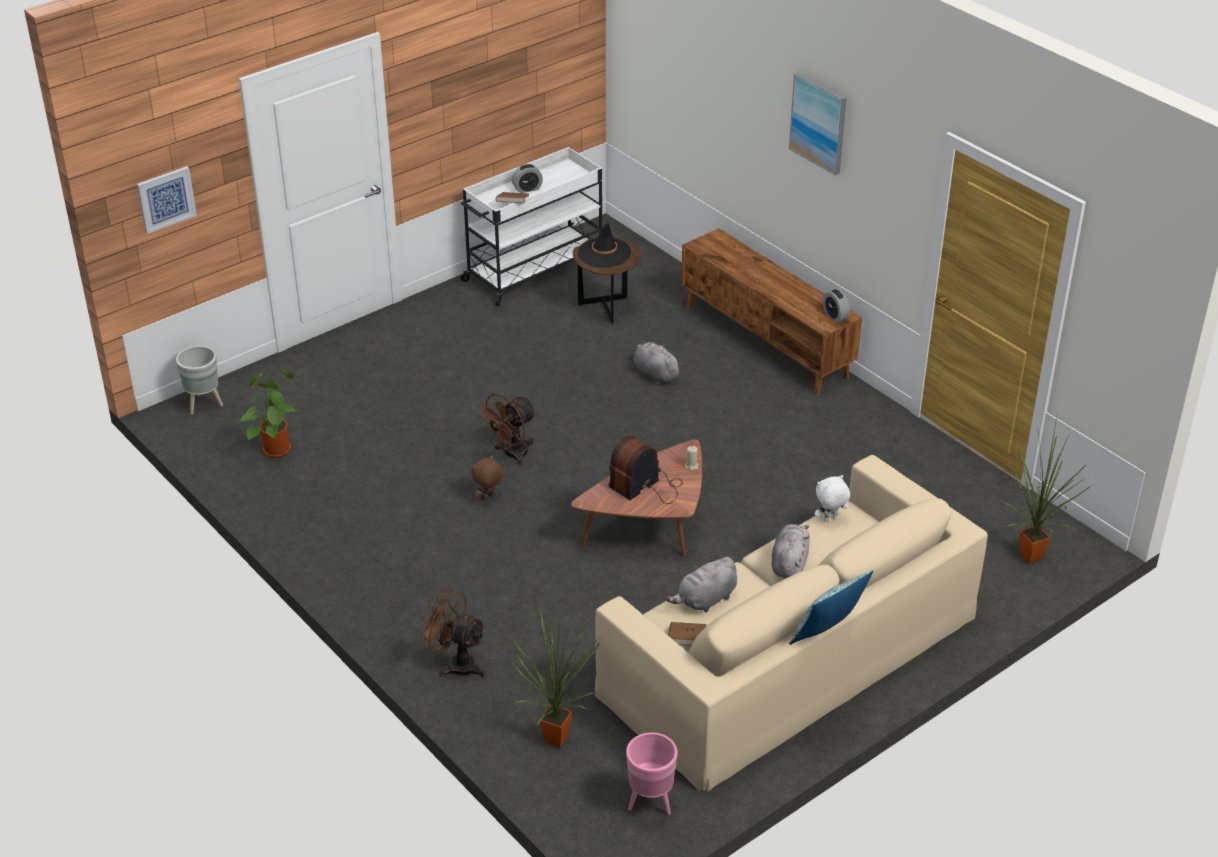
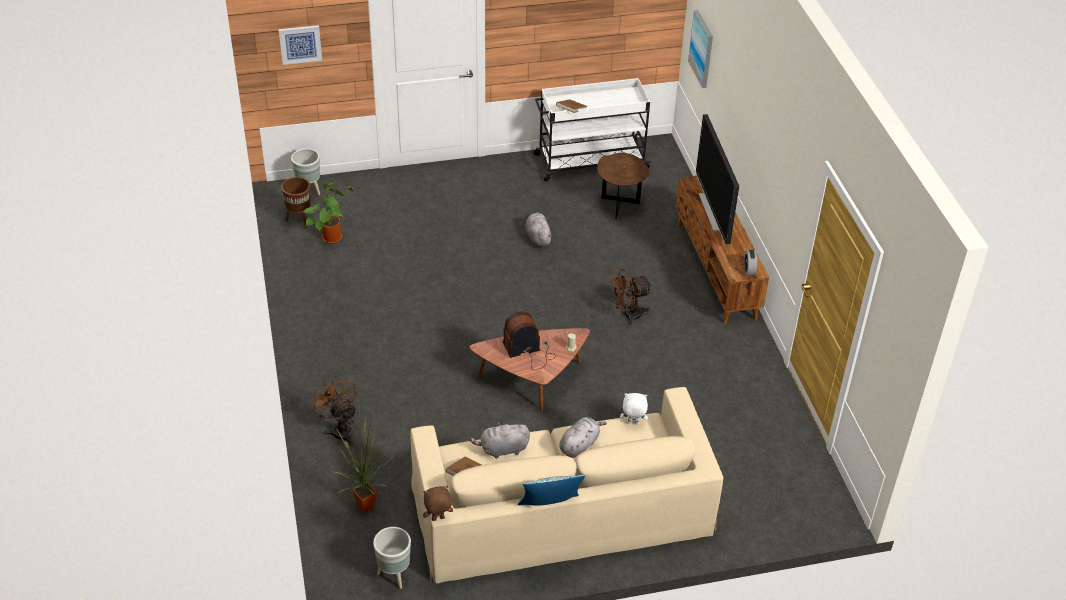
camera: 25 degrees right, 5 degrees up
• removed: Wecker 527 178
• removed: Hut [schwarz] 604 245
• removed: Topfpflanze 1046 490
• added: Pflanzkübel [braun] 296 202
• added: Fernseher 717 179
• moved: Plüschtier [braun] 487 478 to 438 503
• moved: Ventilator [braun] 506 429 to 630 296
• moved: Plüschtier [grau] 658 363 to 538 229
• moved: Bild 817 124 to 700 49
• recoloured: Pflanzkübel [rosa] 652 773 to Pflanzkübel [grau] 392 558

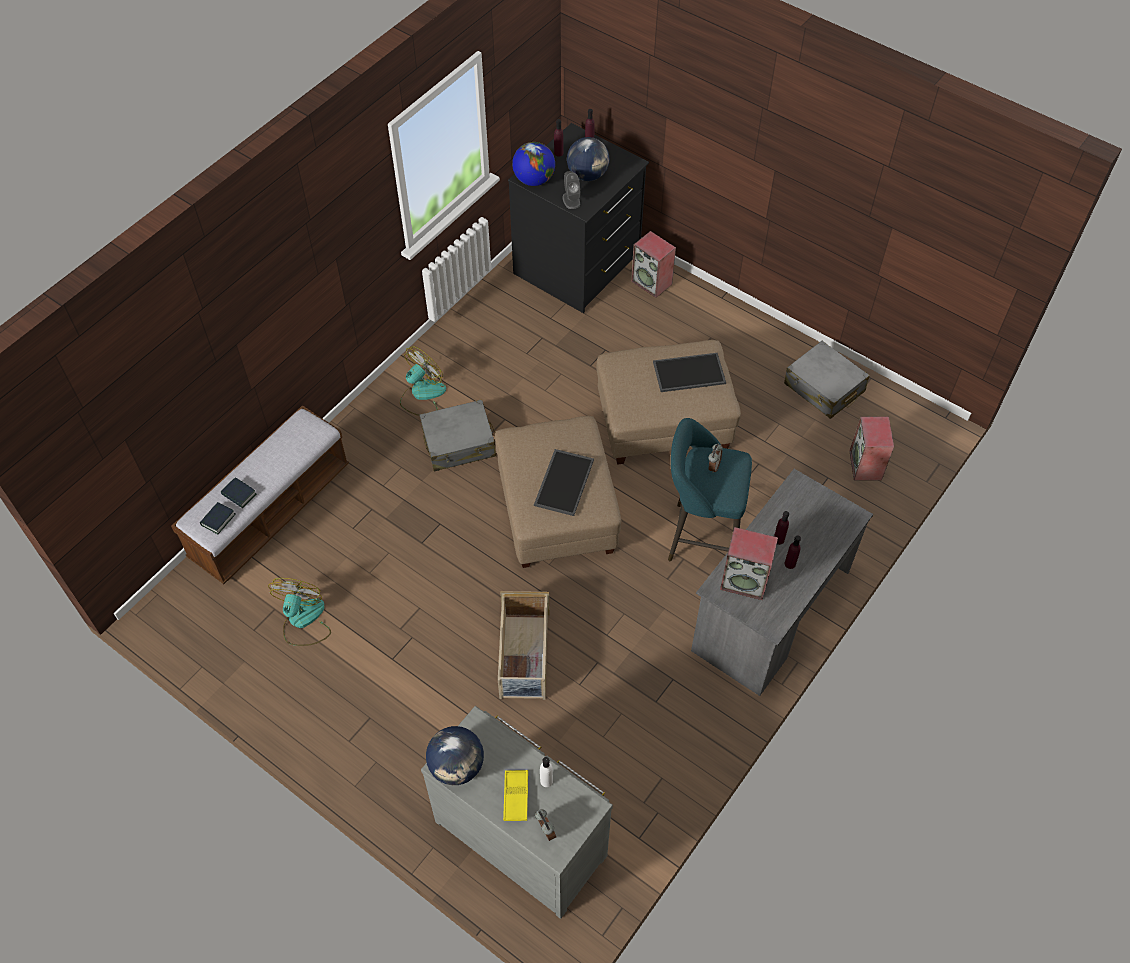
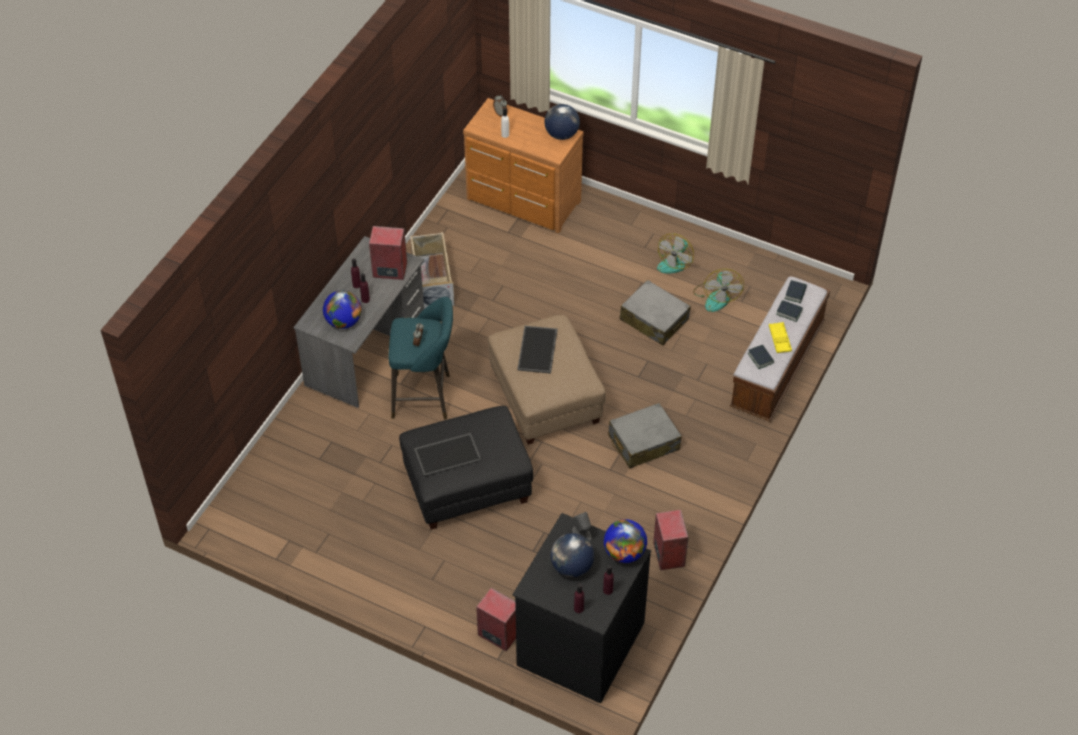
camera: 170 degrees right, 5 degrees down
• added: Globus 342 309
• added: Buch 761 357
• moved: Ventilator 423 381 to 675 253
• moved: Aufbewahrungsbox [beige] 524 645 to 432 270
• moved: Tablett [gelb] 515 795 to 780 337
• moved: Koffer [grau] 827 380 to 655 313
• moved: Lautsprecher 871 448 to 671 540
• recoloured: Kommode [grau] 517 812 to Kommode [braun] 523 165
• recoloured: Polsterhocker [beige] 668 402 to Polsterhocker [schwarz] 466 468

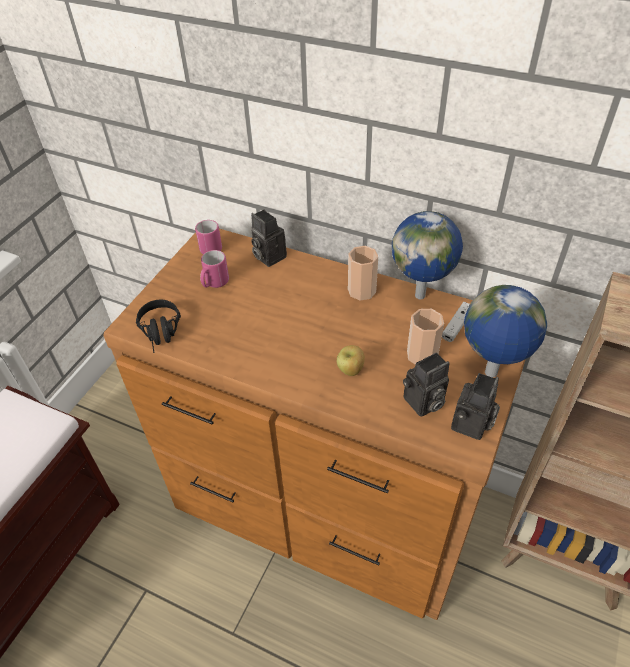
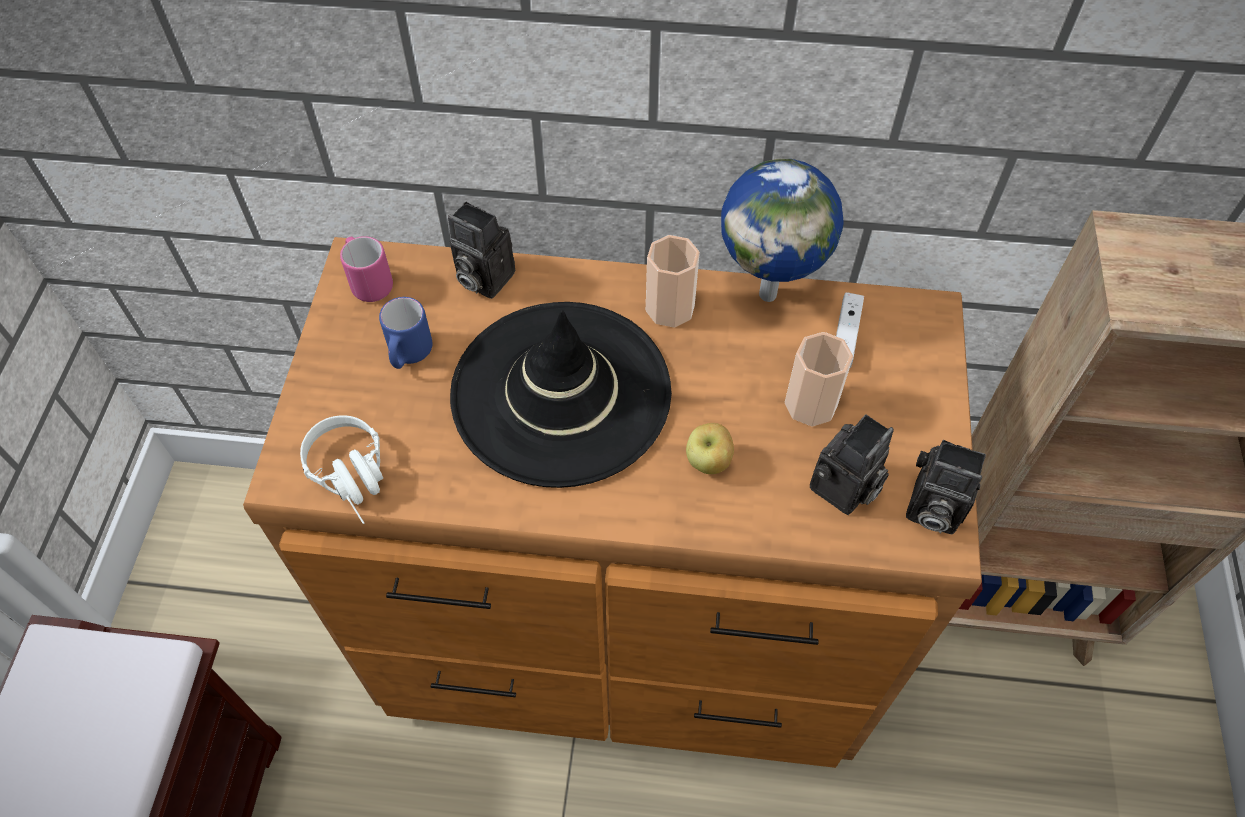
camera: 20 degrees left, 10 degrees up
• removed: Globus 505 331
• added: Hut [schwarz] 561 395
• recoloured: Kopfhörer [schwarz] 158 326 to Kopfhörer [weiß] 341 469
• recoloured: Henkelbecher [rosa] 214 269 to Henkelbecher [blau] 405 333
• turned: Kamera 475 406 = 946 487 105 degrees clockwise

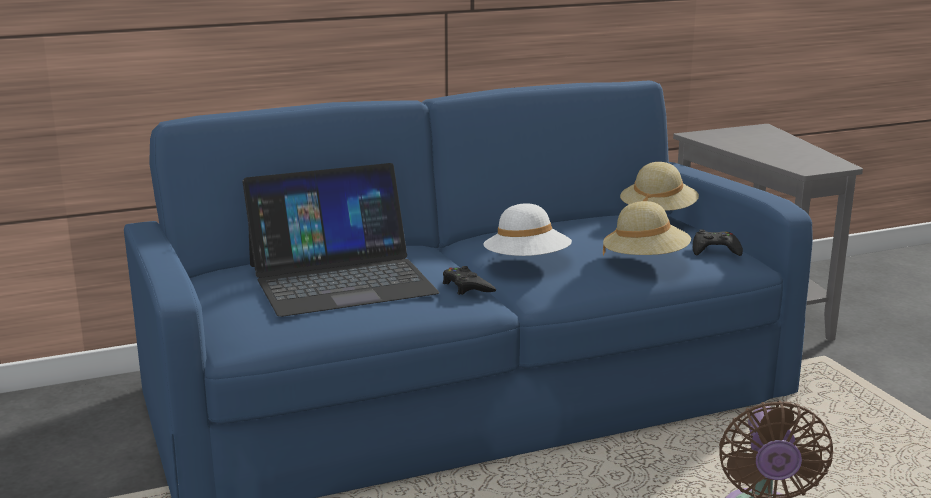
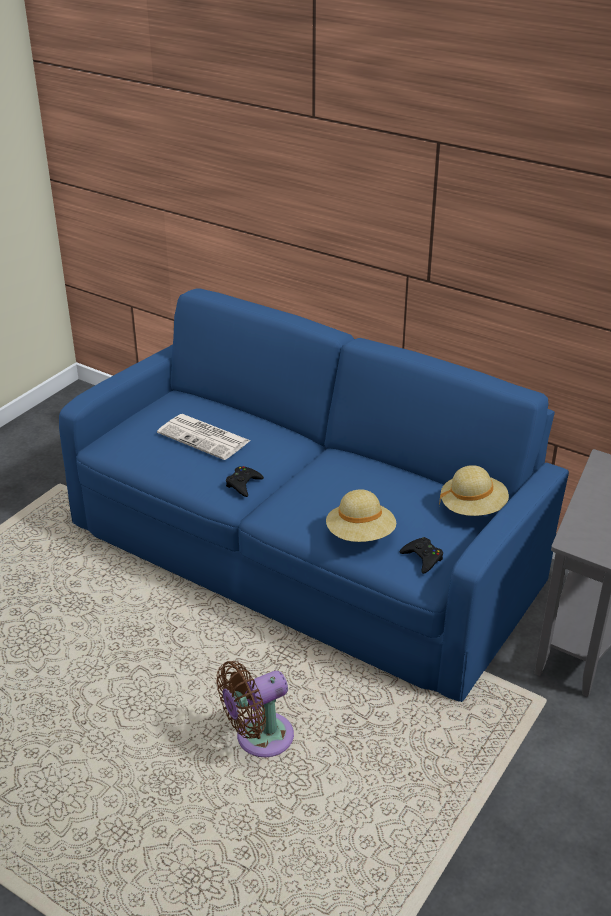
camera: 55 degrees right, 15 degrees up
• removed: Hut [weiß] 527 229
• replaced: Laptop 340 240 to Zeitung 203 437

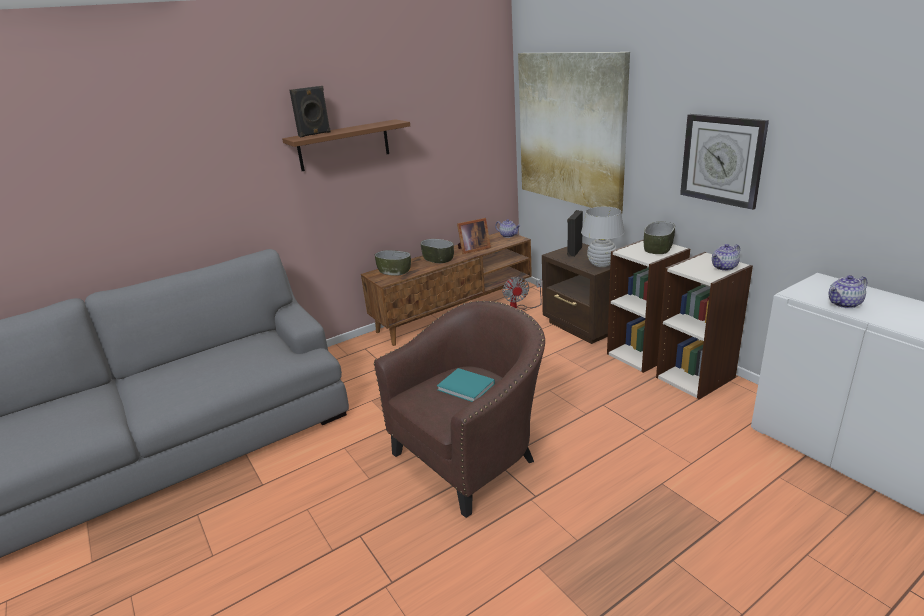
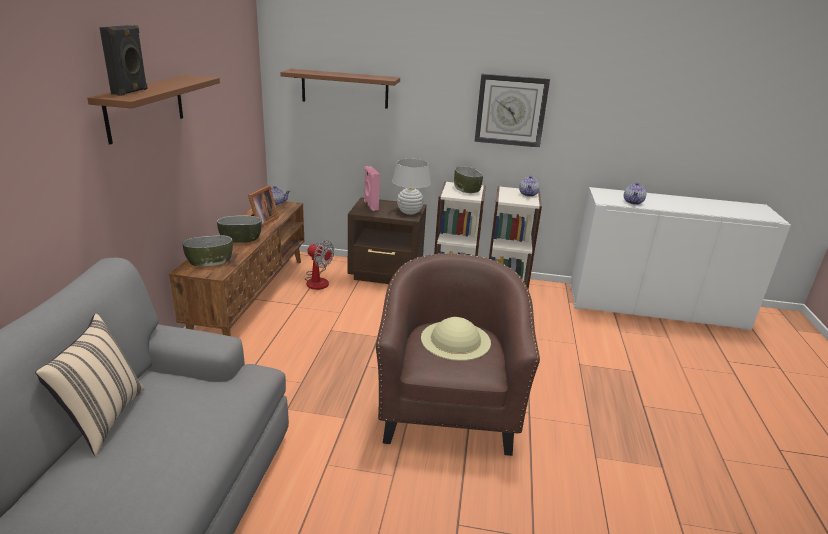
camera: 50 degrees left, 0 degrees up
• added: Kissen [beige] 90 385
• replaced: Buch [türkis] 466 385 to Hut [beige] 456 339
• replaced: Bild 574 133 to Wandregal [braun] 340 89
• recoloured: Lautsprecher [schwarz] 575 233 to Lautsprecher [rosa] 372 188

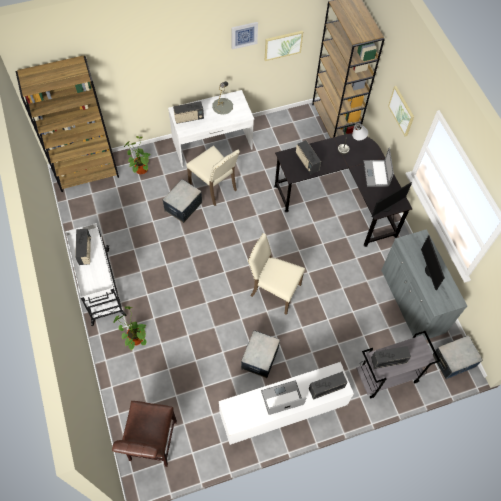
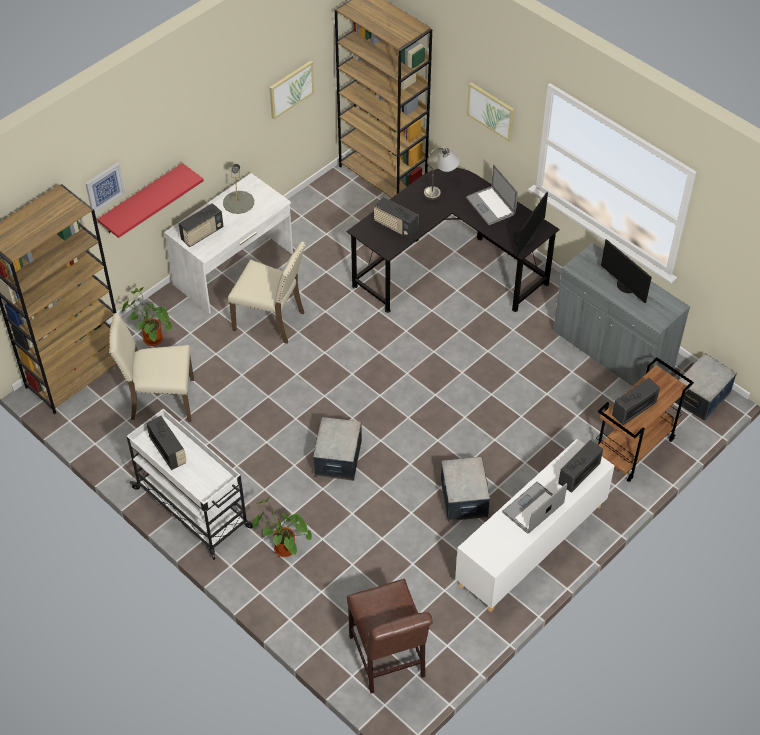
camera: 25 degrees left, 10 degrees down
• added: Wandregal [rot] 150 200
• moved: Aufbewahrungsbox 182 201 to 337 449
• moved: Bild 244 36 to 105 187
• moved: Stuhl [beige] 276 274 to 151 367
• recoloured: Rollwagen [grau] 398 364 to Rollwagen [braun] 645 420

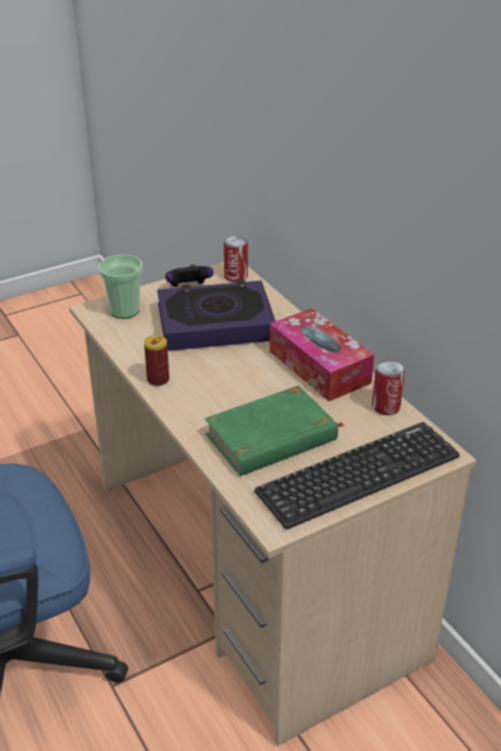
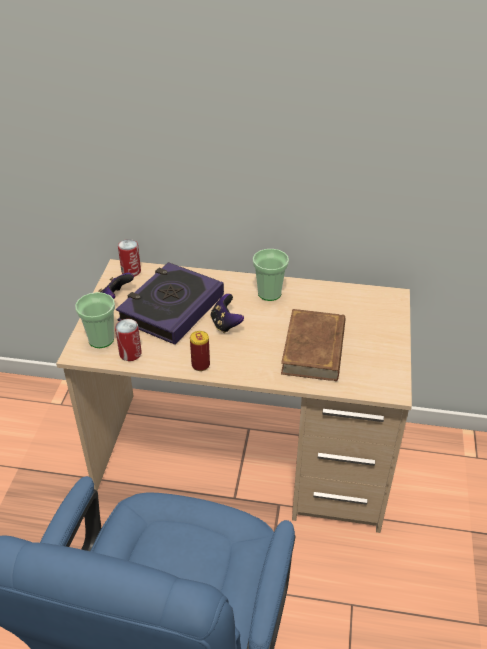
camera: 50 degrees left, 5 degrees up
• removed: Tastatur 357 475
• added: Gamepad 227 313
• moved: Dose 388 387 to 128 340
• replaced: Taschentuchbox 322 354 to Tasse 271 275
• recoloured: Buch [grün] 275 430 to Buch [braun] 313 345

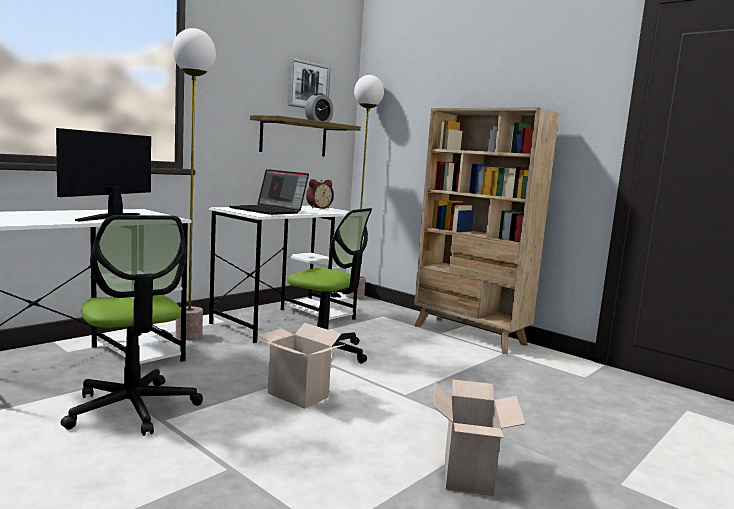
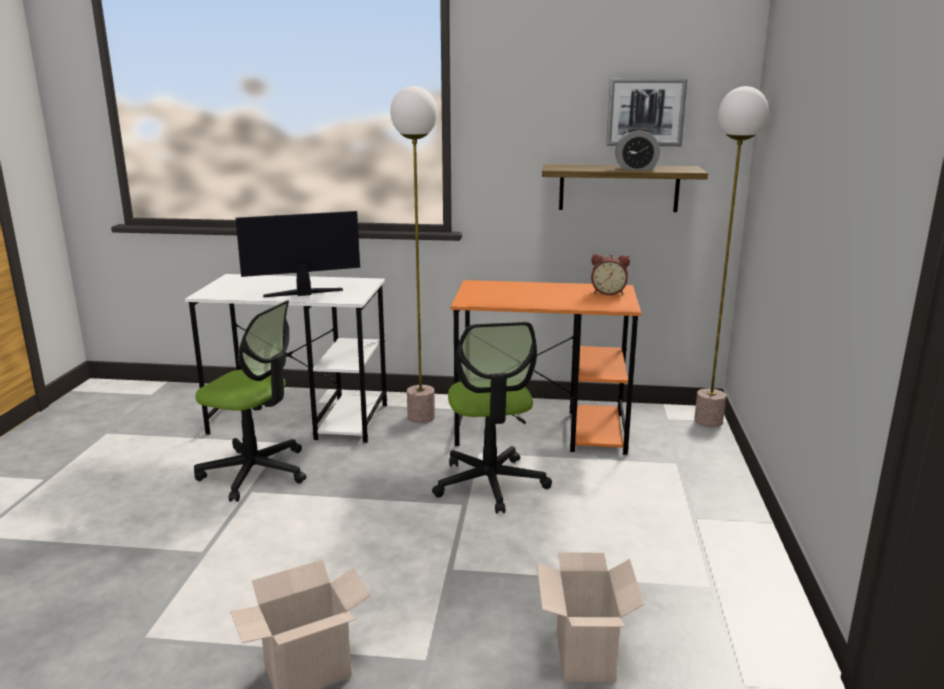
camera: 55 degrees right, 10 degrees up
• removed: Laptop 269 192
• removed: Bücherregal [beige] 486 230
• moved: Karton 301 366 to 590 617
• recoloured: Schreibtisch [weiß] 283 274 to Schreibtisch [orange] 546 367
• turned: Bürostuhl 132 325 = 250 401 90 degrees counterclockwise

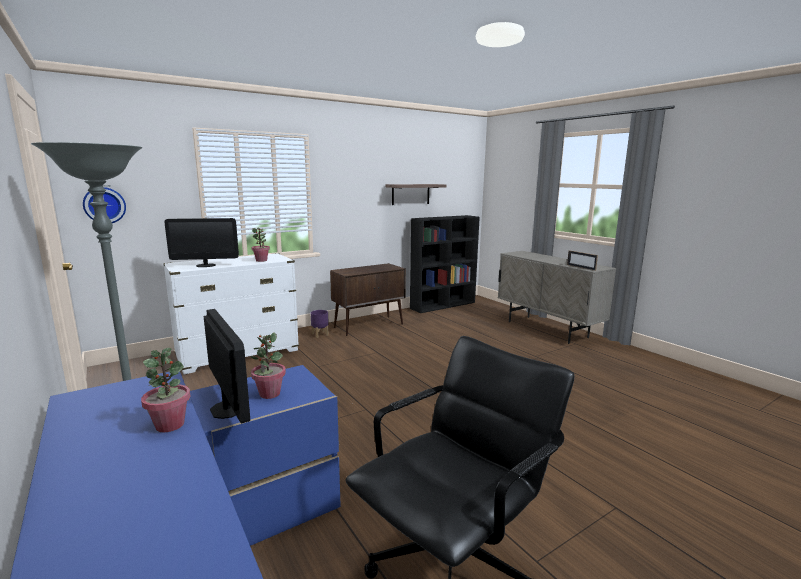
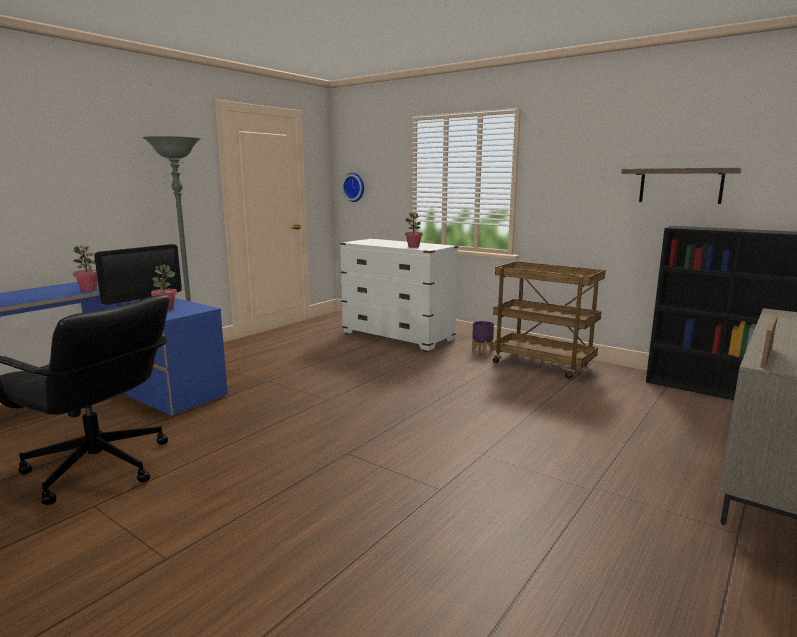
camera: 70 degrees right, 0 degrees up
• removed: Monitor 201 242
• replaced: Schrank [braun] 368 299 to Rollwagen [braun] 549 320

